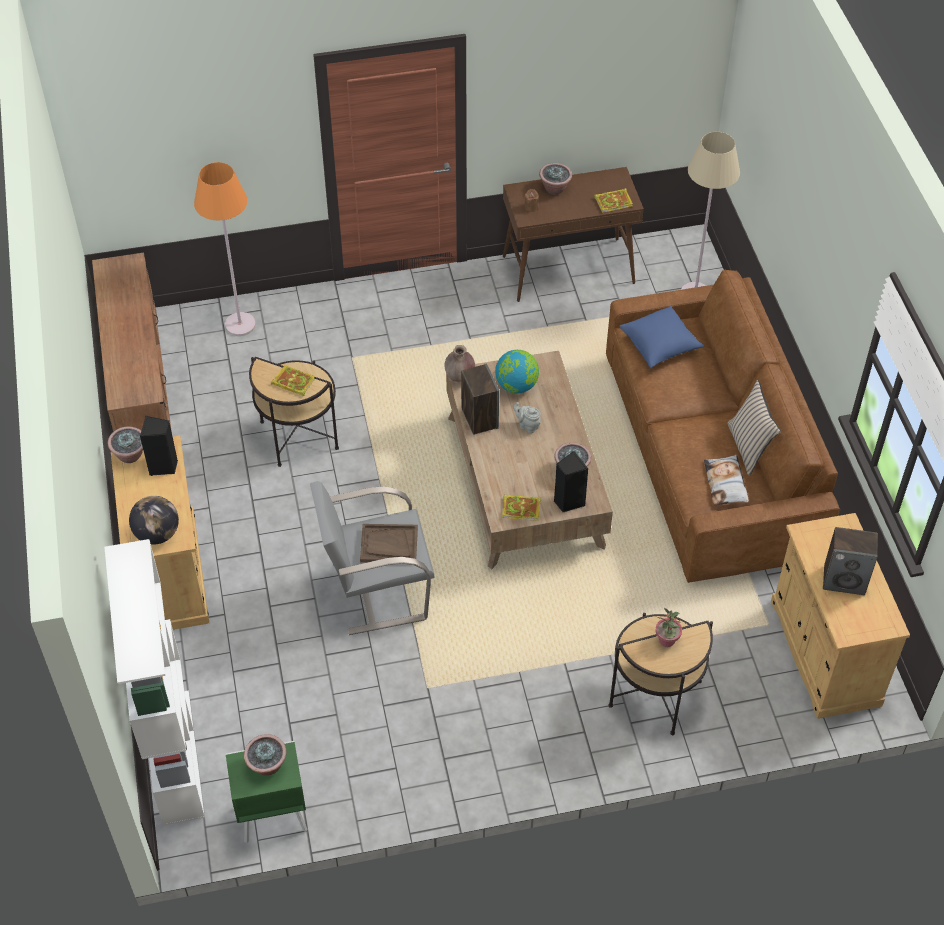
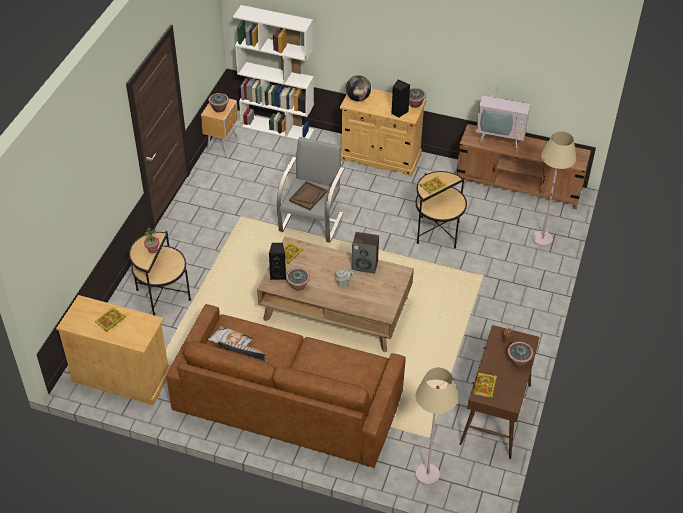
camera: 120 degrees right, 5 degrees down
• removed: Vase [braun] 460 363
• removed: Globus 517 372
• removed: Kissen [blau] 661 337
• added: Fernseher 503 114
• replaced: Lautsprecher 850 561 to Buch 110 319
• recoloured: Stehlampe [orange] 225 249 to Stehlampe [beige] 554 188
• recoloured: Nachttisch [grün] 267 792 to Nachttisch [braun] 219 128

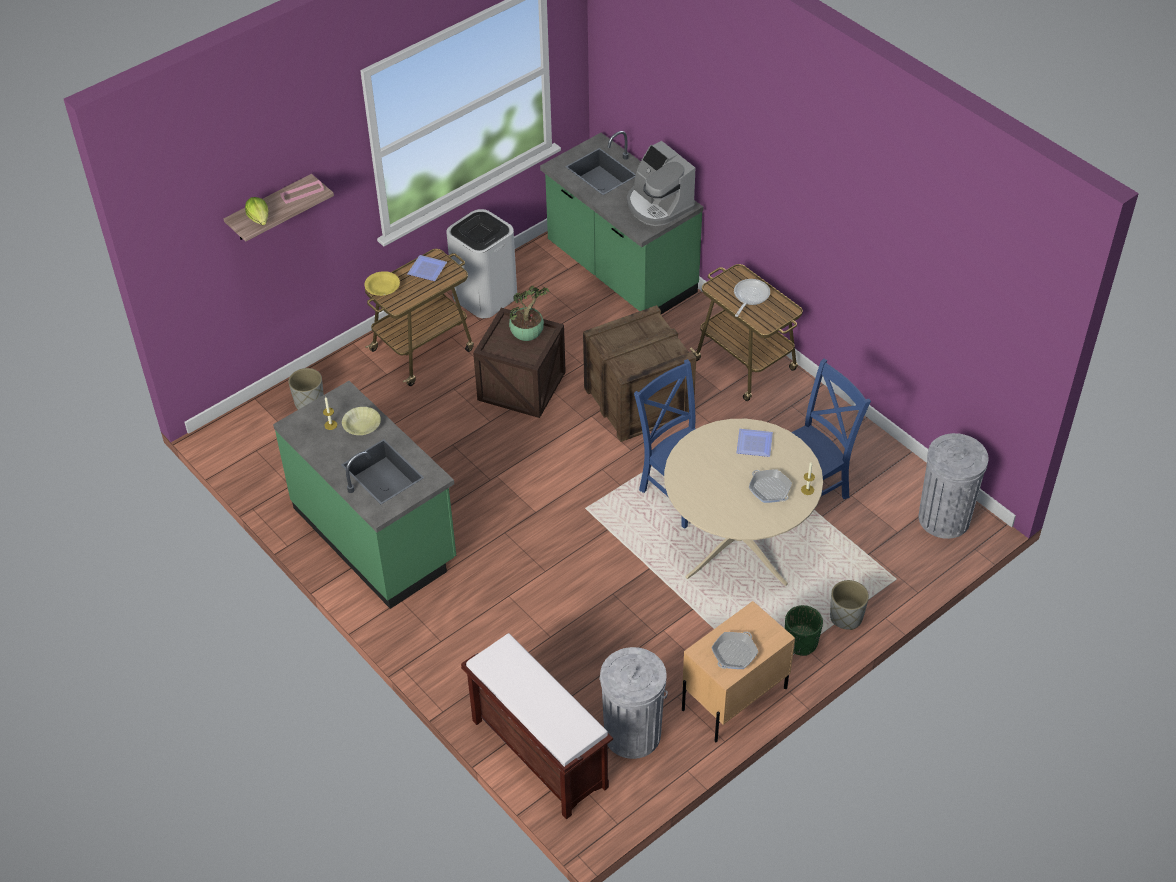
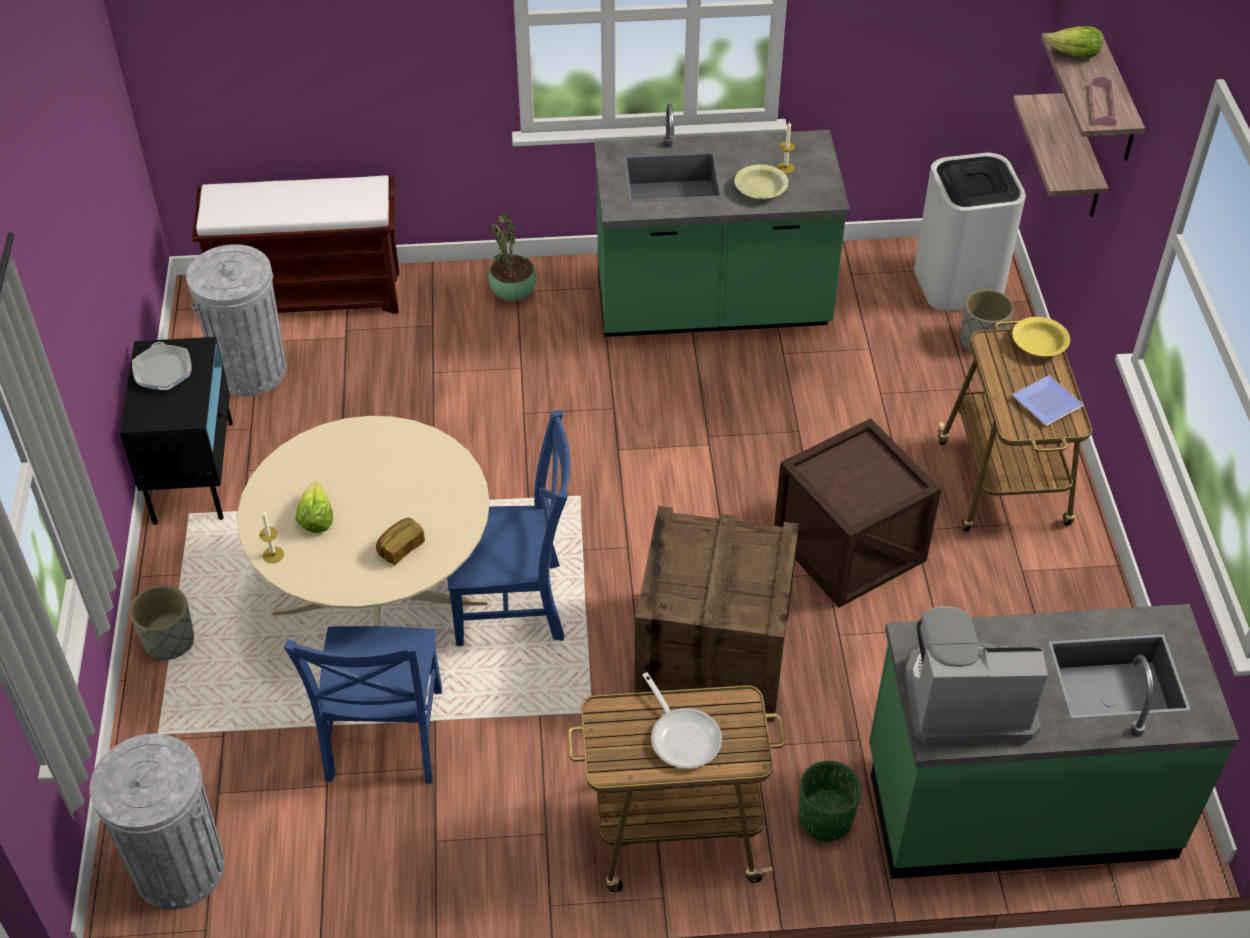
camera: 125 degrees right, 0 degrees up
• added: Wandregal 1060 155
• moved: Mülleimer [weiß] 481 263 to 970 232
• moved: Topfpflanze 529 313 to 512 257
• moved: Pflanzkübel [grün] 804 630 to 830 801
• replaced: Teller 754 443 to Brot 400 541
• replaced: Pfanne 770 486 to Salatkopf 314 507
• recoloured: Nachttisch [beige] 738 671 to Nachttisch [schwarz] 176 431

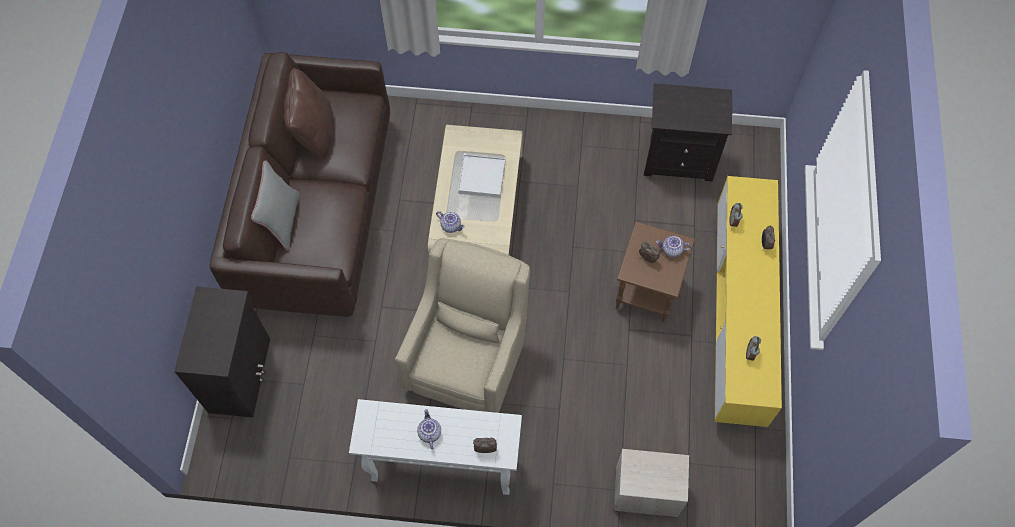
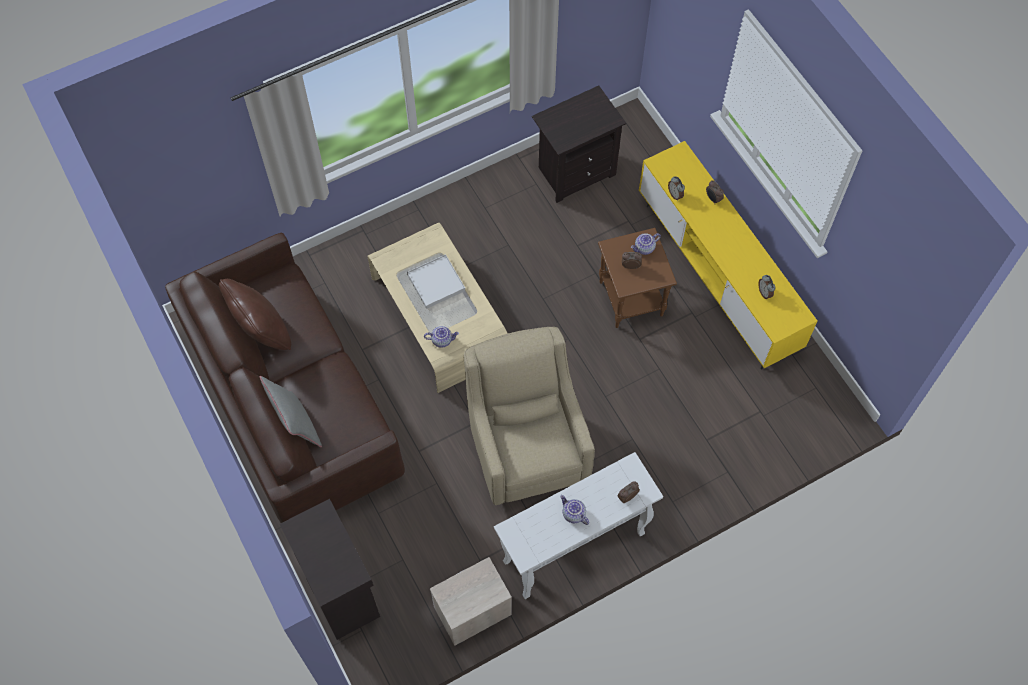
camera: 35 degrees left, 0 degrees up
• moved: Nachttisch 651 483 to 471 601

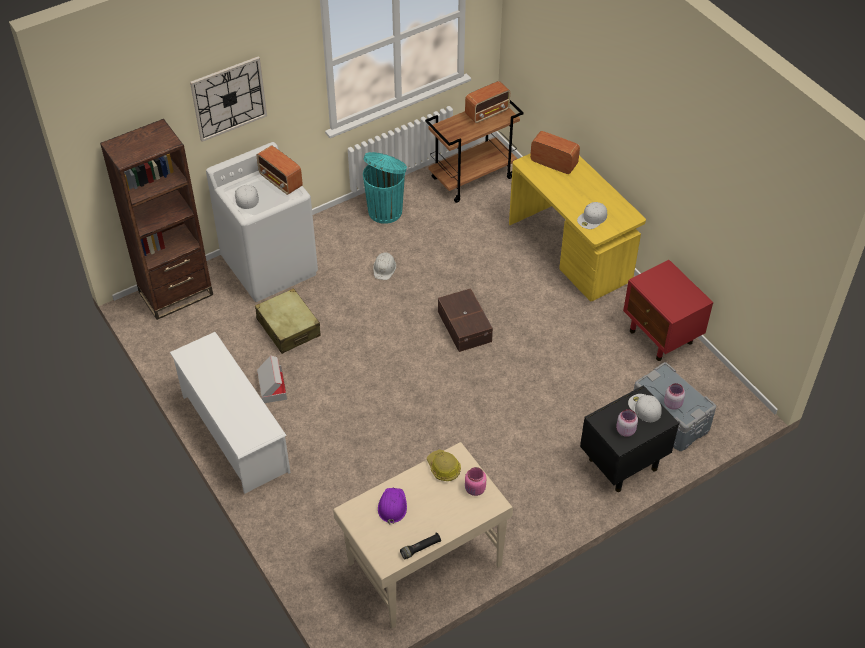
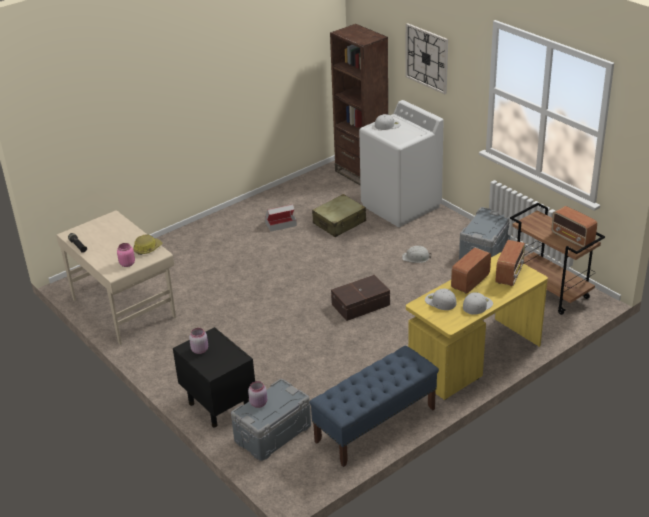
camera: 85 degrees right, 15 degrees down
• removed: Schuhregal [weiß] 230 413
• removed: Schutzhelm [lila] 392 506
• moved: Radio 280 170 to 471 271
• moved: Kappe [weiß] 645 408 to 478 303
• replaced: Mülleimer [türkis] 385 188 to Aufbewahrungsbox [grau] 484 233
• replaced: Nachttisch [rot] 668 310 to Bank [blau] 374 406

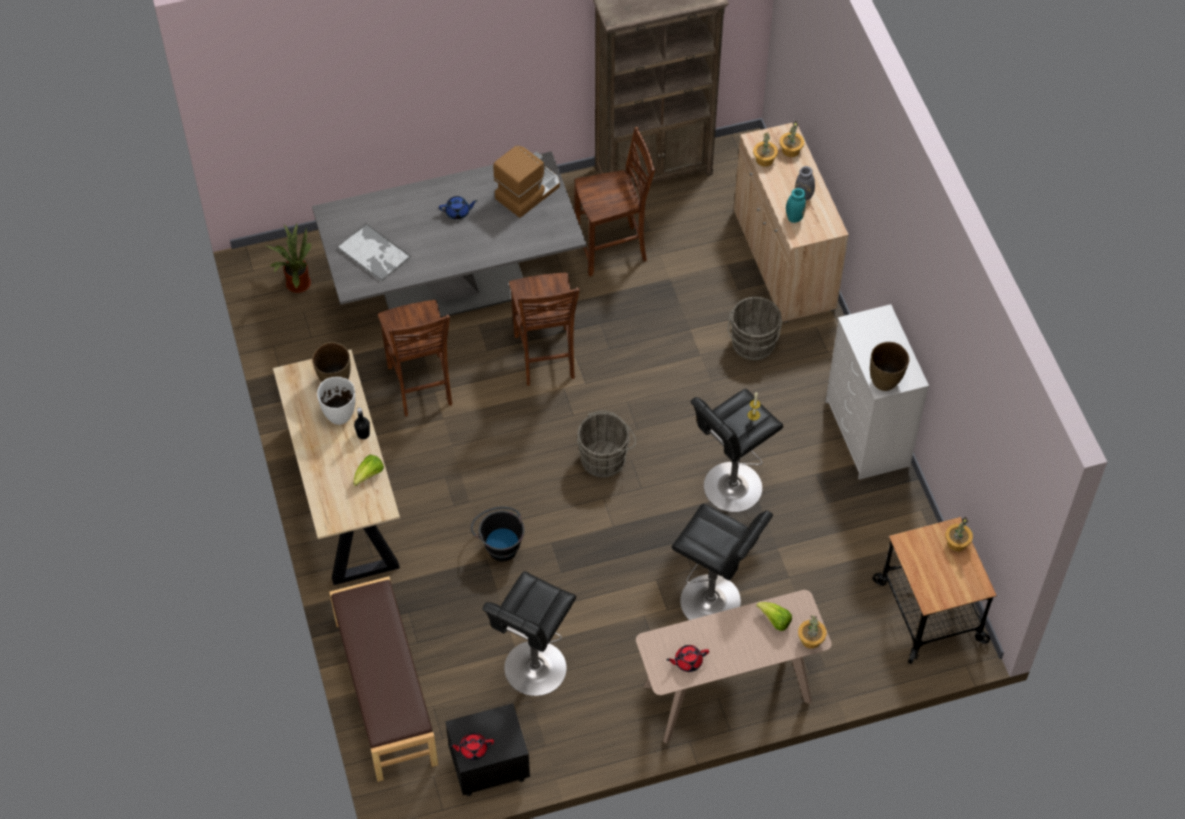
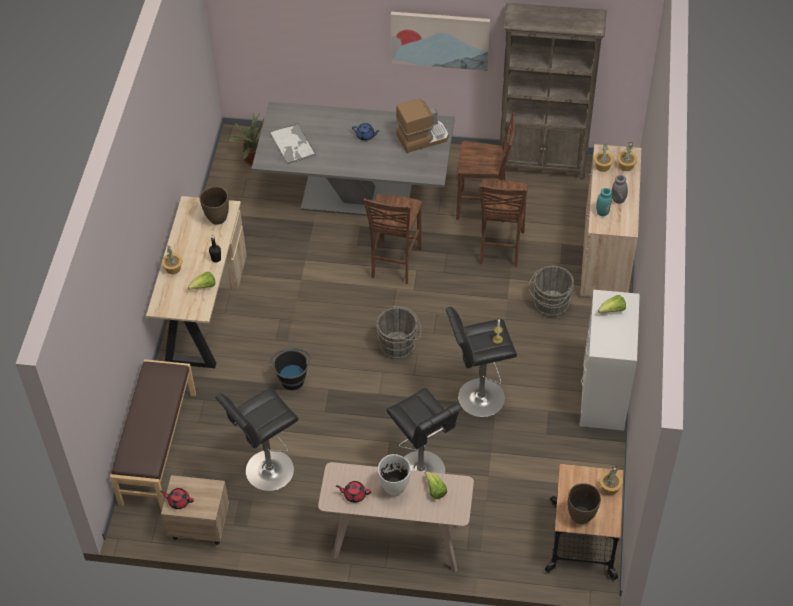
camera: 25 degrees right, 5 degrees down
• added: Bild 440 41
• added: Salatkopf 612 304
• moved: Vase [weiß] 336 401 to 394 475
• moved: Stuhl [braun] 415 358 to 504 224
• moved: Topfpflanze 812 632 to 172 259
• moved: Vase [braun] 890 366 to 584 503
• recoloured: Nachttisch [schwarz] 487 749 to Nachttisch [beige] 195 510

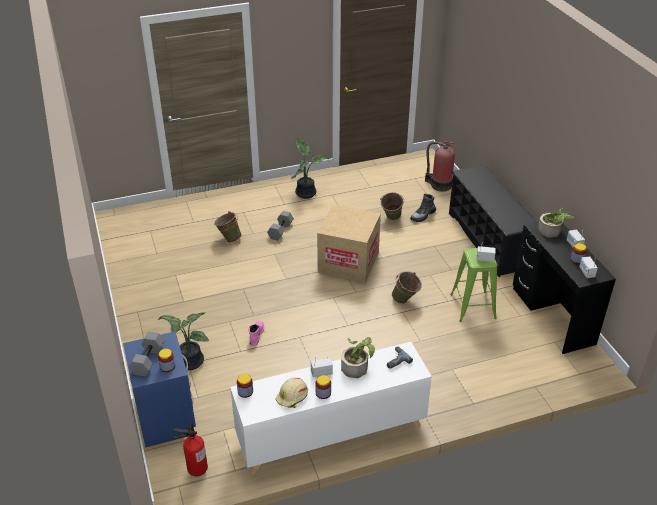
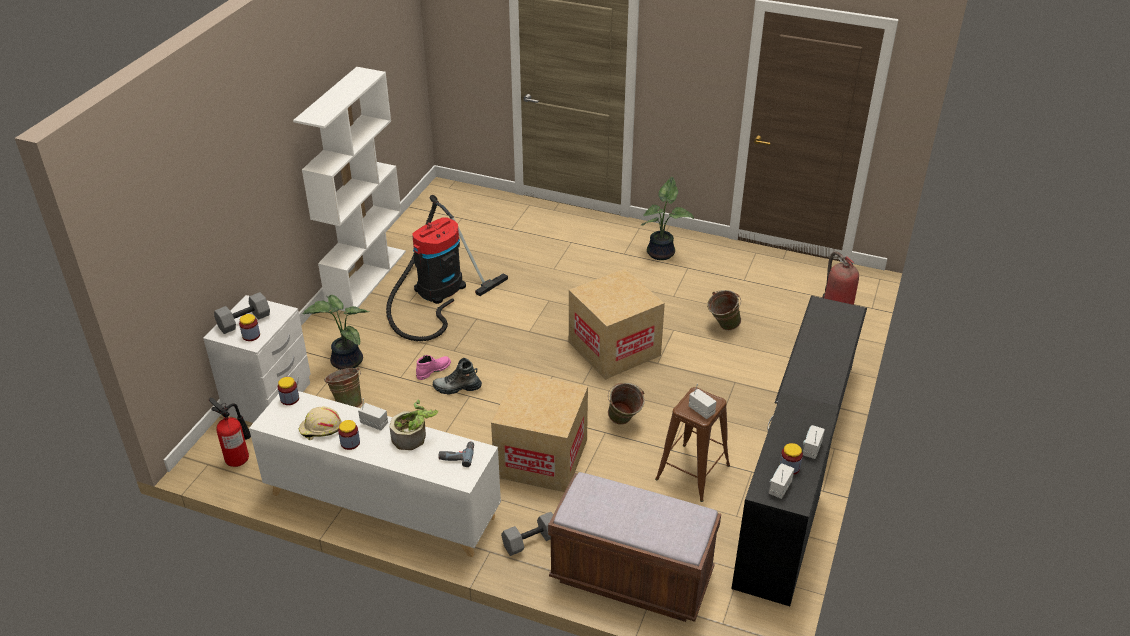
camera: 40 degrees right, 0 degrees up
• removed: Topfpflanze 556 223
• added: Bücherregal [weiß] 349 189
• added: Staubsauger 447 268
• added: Karton 539 432
• added: Bank [braun] 634 547
• moved: Eimer [grün] 228 227 to 343 387
• moved: Hantel [grau] 280 225 to 527 534
• moved: Stiefel 423 208 to 457 376
• recoloured: Nachttisch [blau] 159 389 to Nachttisch [weiß] 257 359
• recoloured: Hocker [grün] 473 285 to Hocker [braun] 692 444

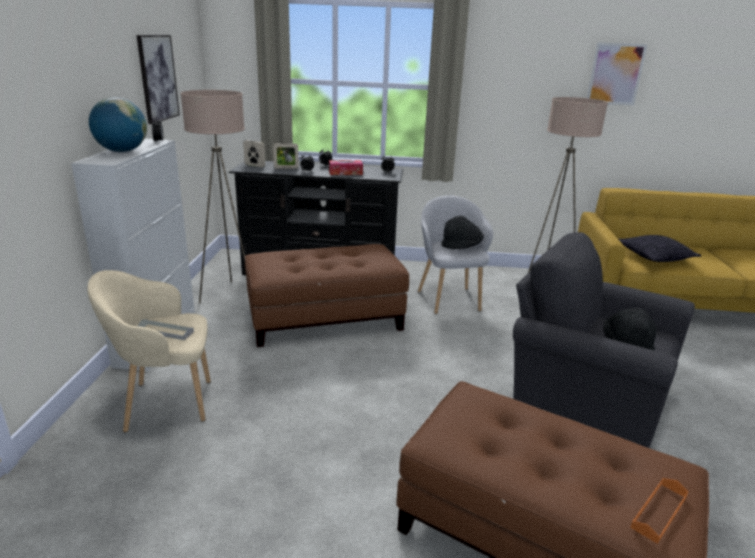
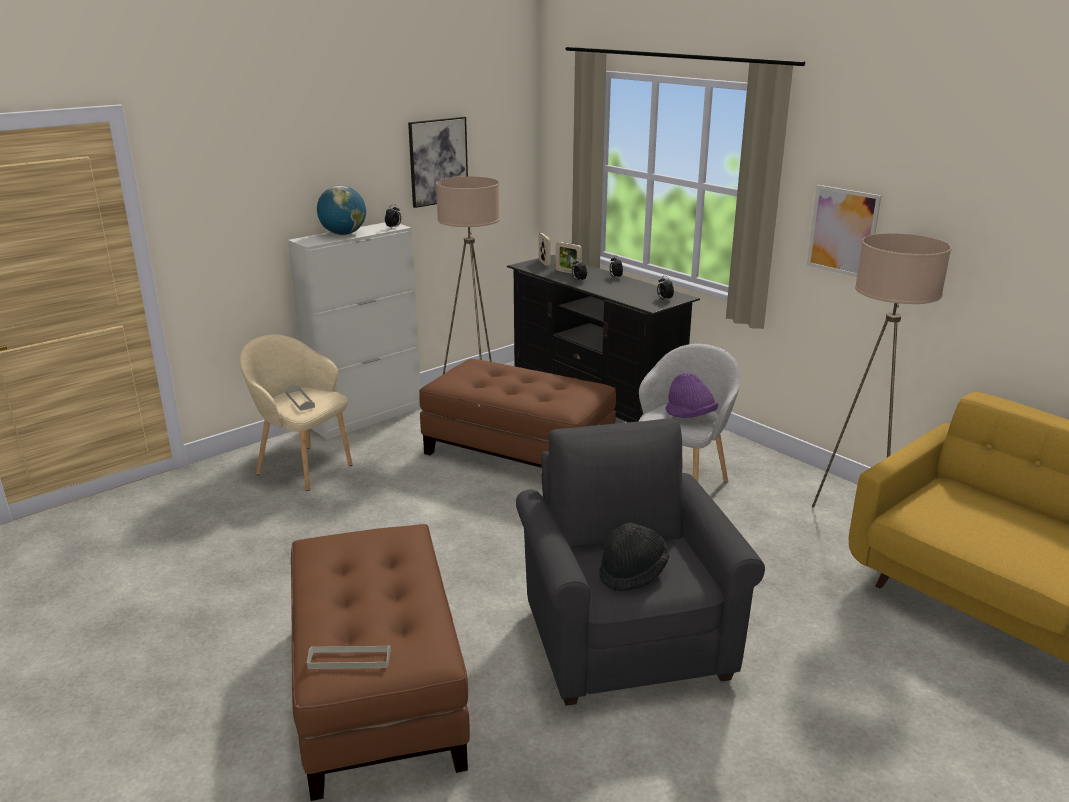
camera: 45 degrees right, 0 degrees up
• removed: Taschentuchbox 346 167
• removed: Kissen 660 248
• moved: Bild 617 73 to 844 231
• recoloured: Hut [schwarz] 462 232 to Hut [lila] 691 395
• recoloured: Tablett [orange] 659 511 to Tablett [grau] 349 657

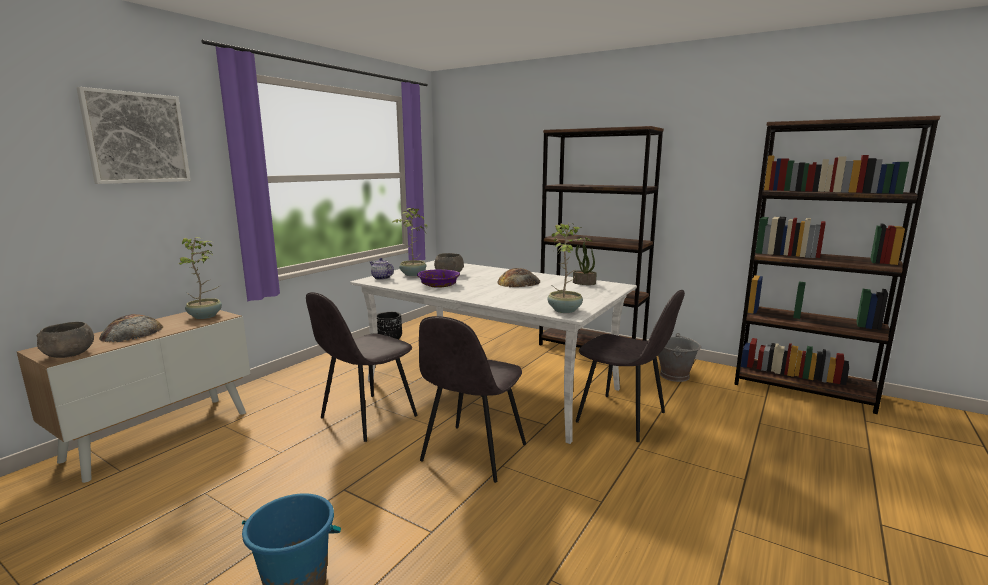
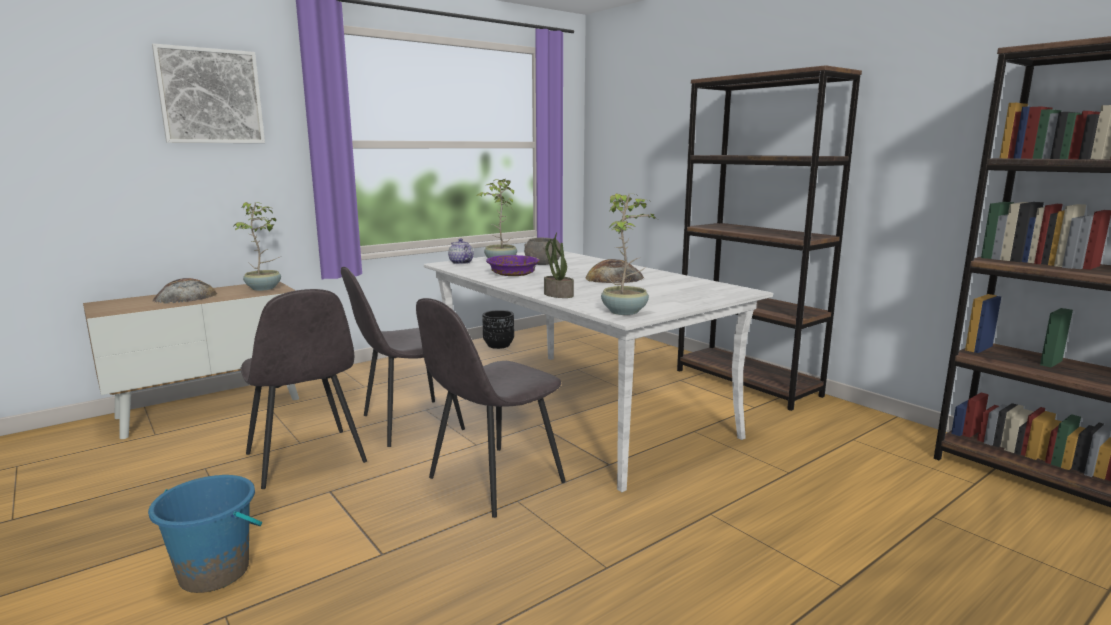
camera: 20 degrees right, 0 degrees up
• removed: Schüssel [grau] 65 340
• removed: Eimer [grau] 679 357
• moved: Topfpflanze 585 263 to 559 265
• moved: Stuhl [grau] 630 366 to 304 389

